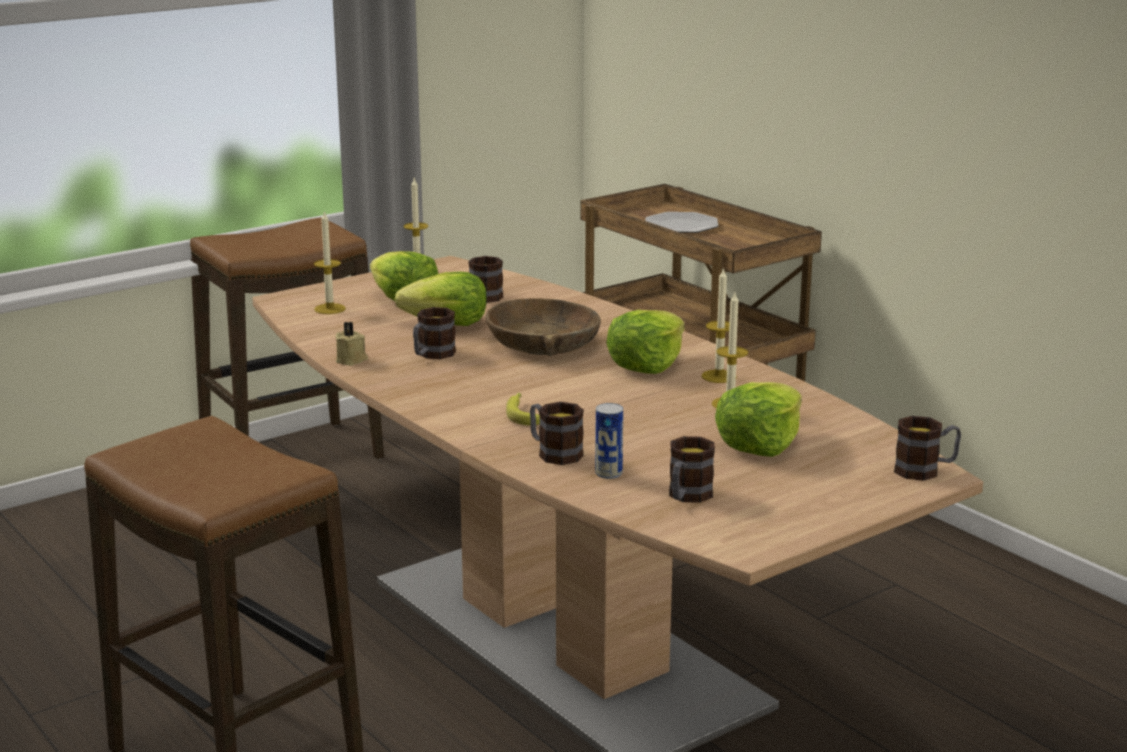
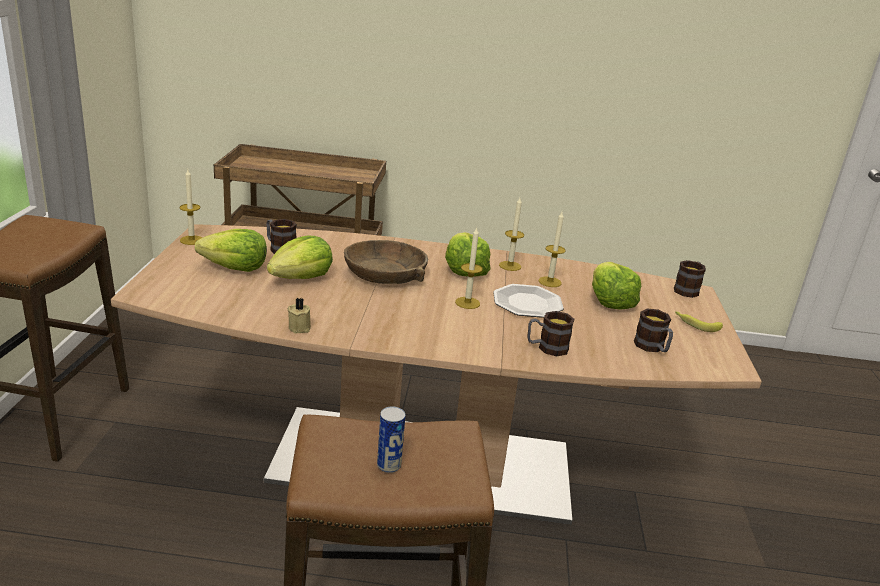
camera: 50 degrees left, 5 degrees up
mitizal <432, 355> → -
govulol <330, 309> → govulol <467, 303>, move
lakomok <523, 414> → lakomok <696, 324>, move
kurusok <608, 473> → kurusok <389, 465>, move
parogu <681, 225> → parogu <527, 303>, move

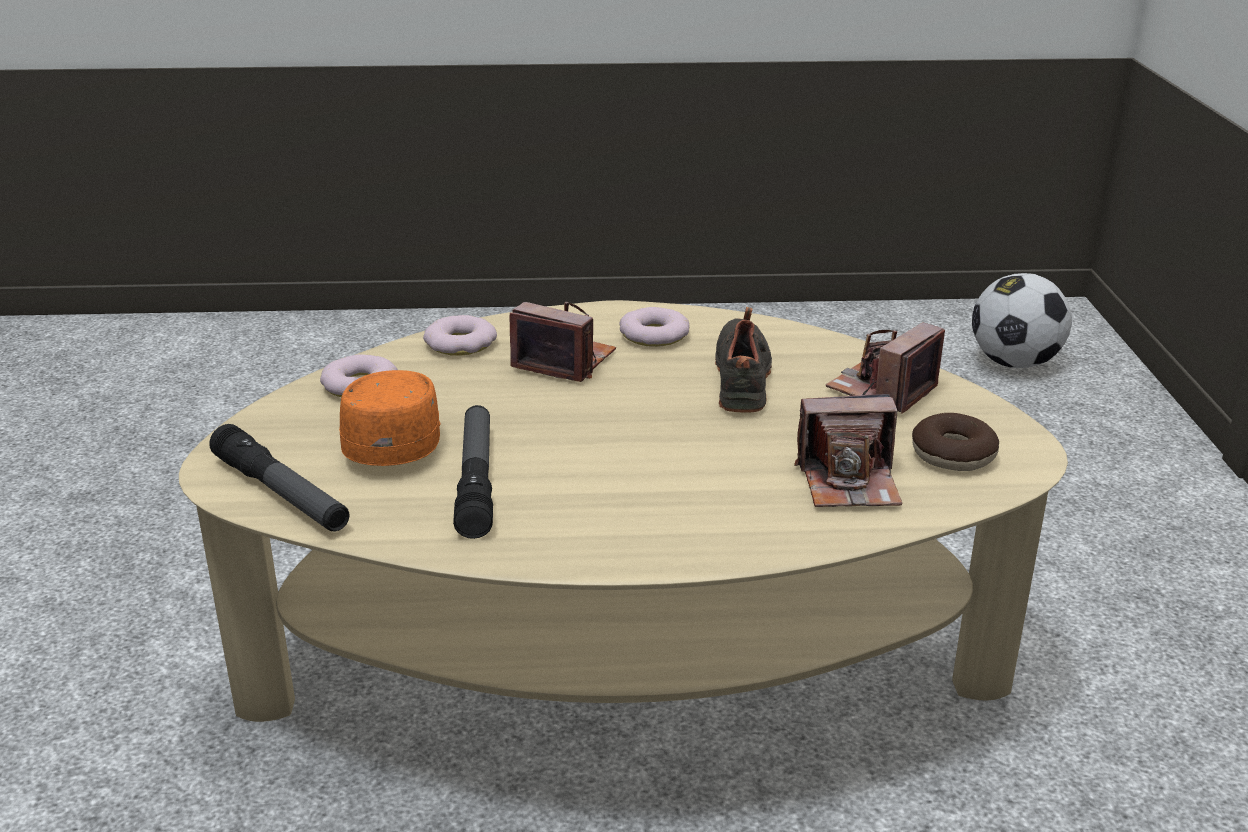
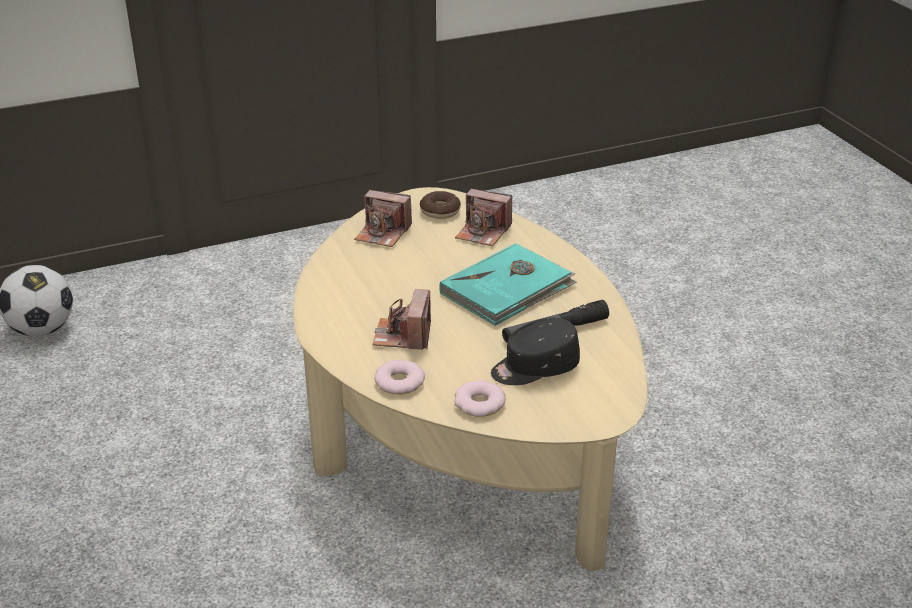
camera: 110 degrees left, 5 degrees up
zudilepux <281, 493> → -
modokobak <653, 334> → -
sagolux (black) <744, 379> → -
- → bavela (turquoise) <508, 289>
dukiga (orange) <395, 440> → dukiga (black) <534, 368>
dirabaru <849, 482> → dirabaru <483, 232>, 135 degrees clockwise

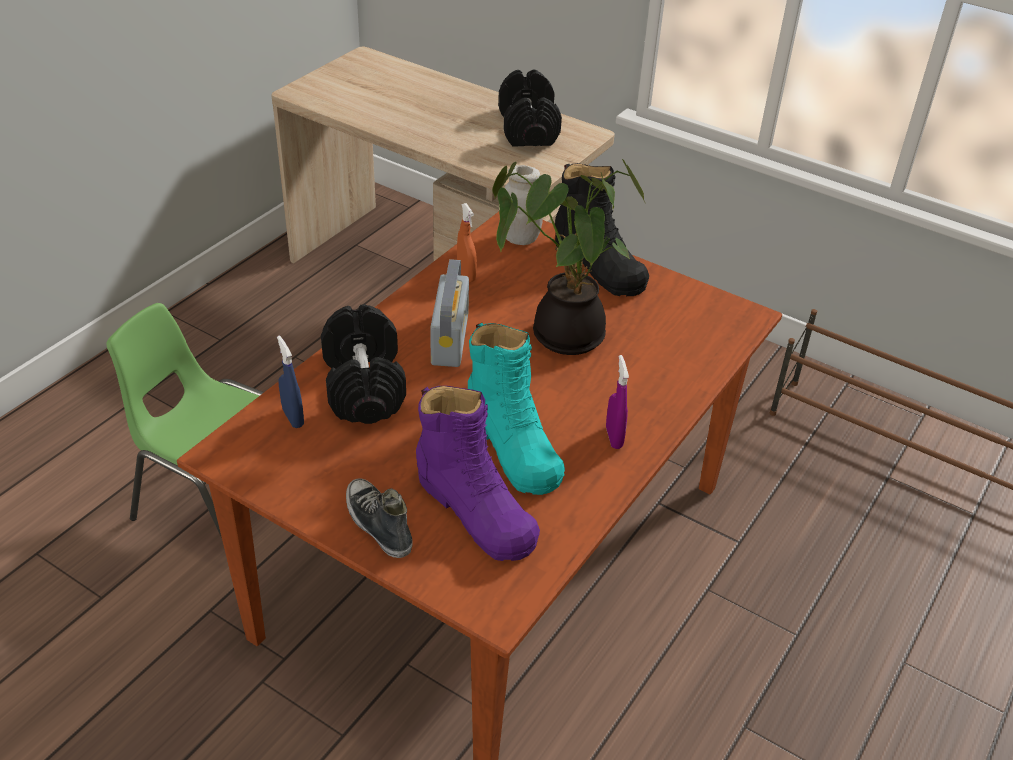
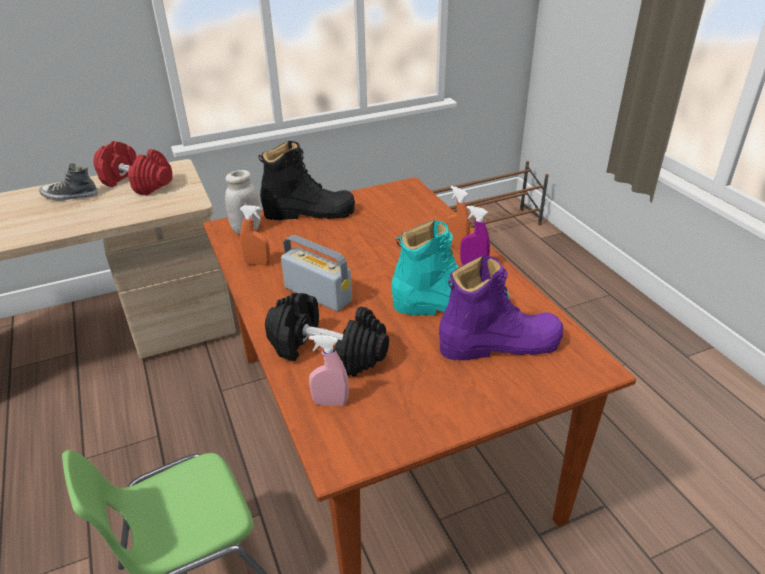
camera: 55 degrees left, 5 degrees down
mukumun <562, 334> → -
- → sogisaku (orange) <456, 246>
sagolux <378, 524> → sagolux <70, 196>, move
sogisaku (blue) <293, 418> → sogisaku (pink) <330, 402>
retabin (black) <528, 129> → retabin (red) <137, 183>

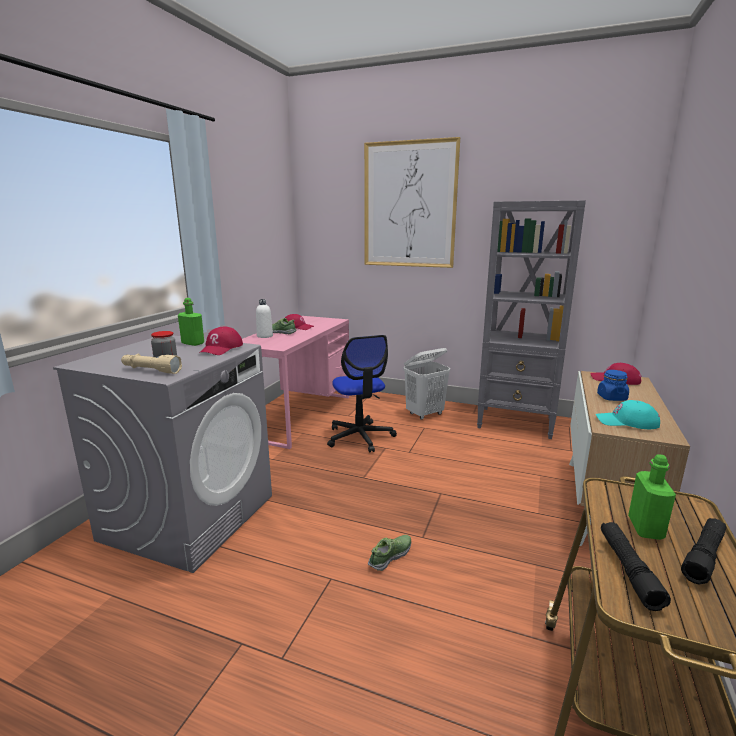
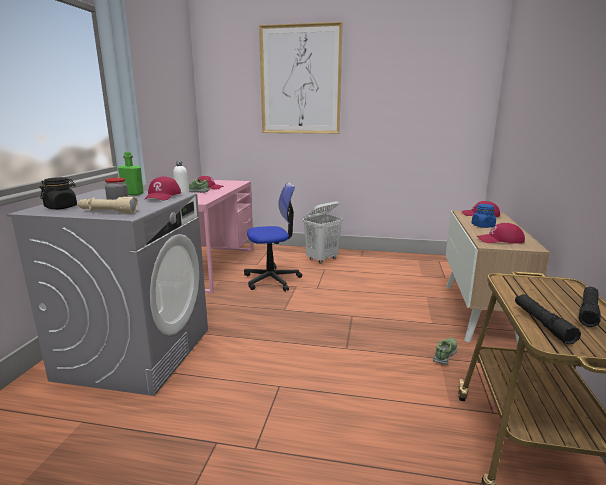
camera: 10 degrees left, 0 degrees up
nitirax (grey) <516, 422> → -
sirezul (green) <645, 528> → -
- → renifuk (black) <61, 207>
sagolux <390, 556> → sagolux <445, 354>, move
dukiga (turquoise) <627, 422> → dukiga (red) <500, 240>
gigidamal <360, 437> → gigidamal <272, 280>, 75 degrees counterclockwise

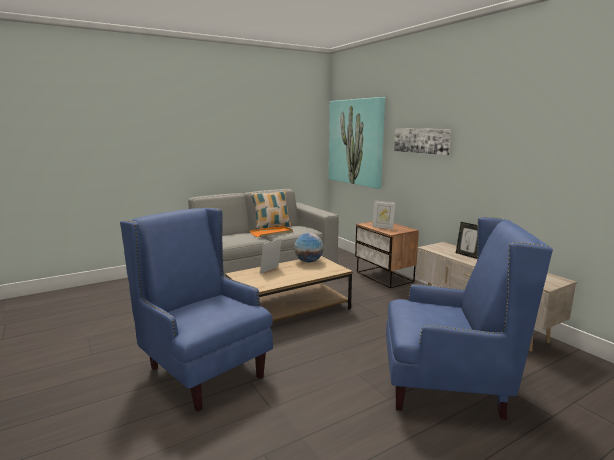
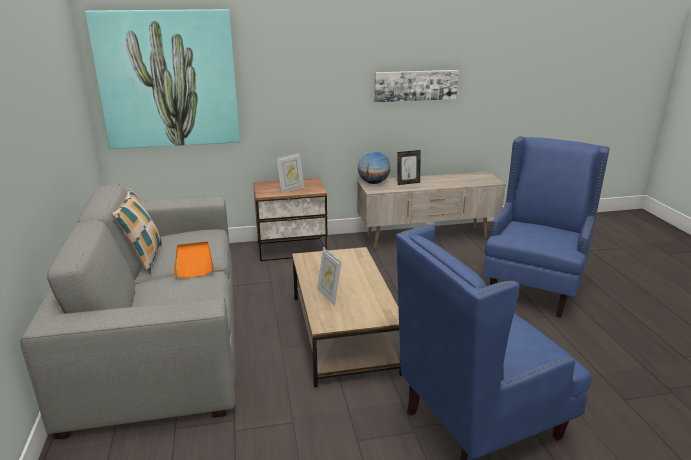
camera: 70 degrees left, 10 degrees up
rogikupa <308, 261> → rogikupa <373, 183>, move
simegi <421, 140> → simegi <415, 85>, move

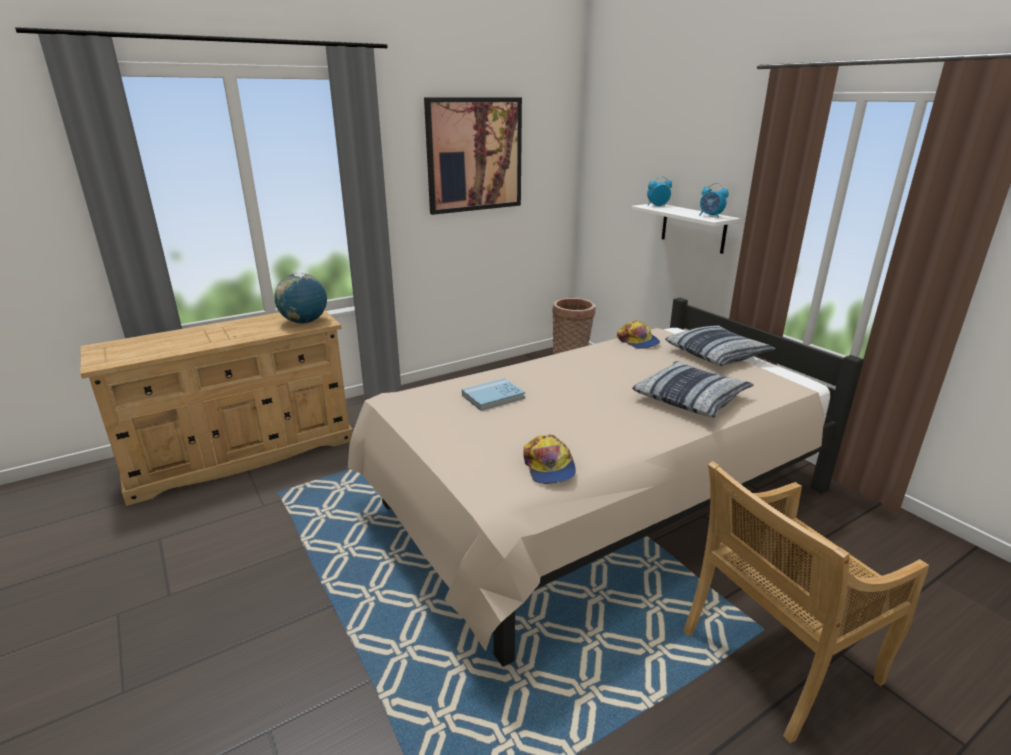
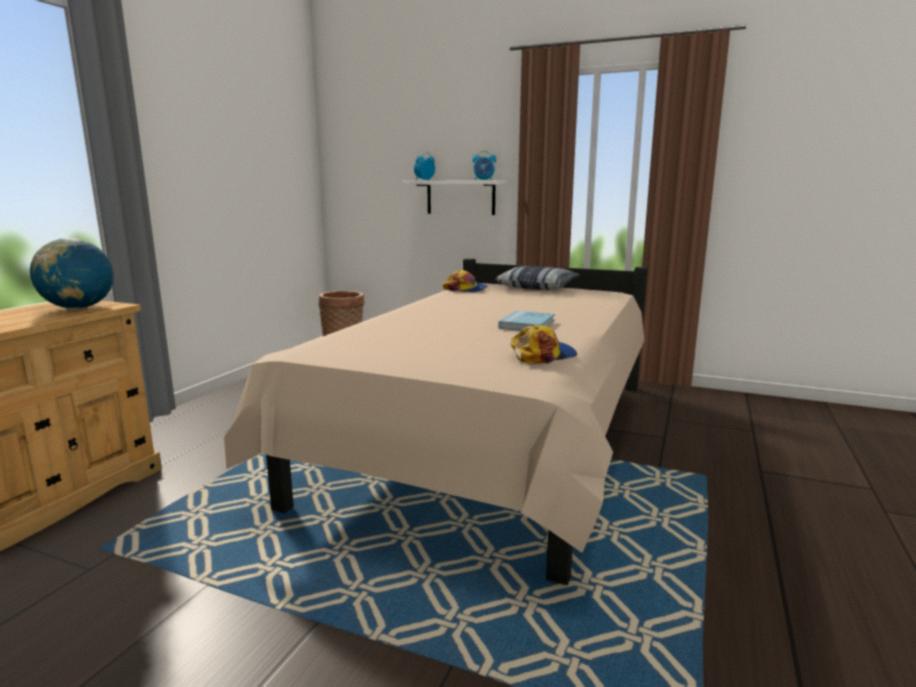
camera: 35 degrees left, 10 degrees down
simegi <474, 155> → -
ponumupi <691, 398> → -
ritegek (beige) <777, 658> → -
bavela (blue) <493, 397> → bavela (blue) <527, 324>, move
dukiga <549, 467> → dukiga <542, 355>, 75 degrees counterclockwise

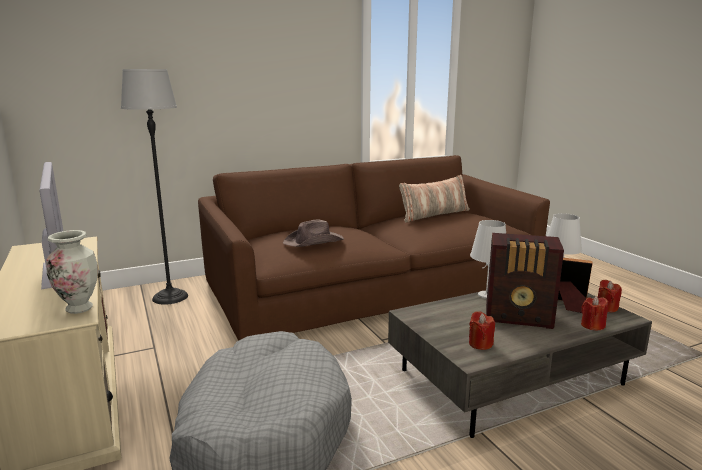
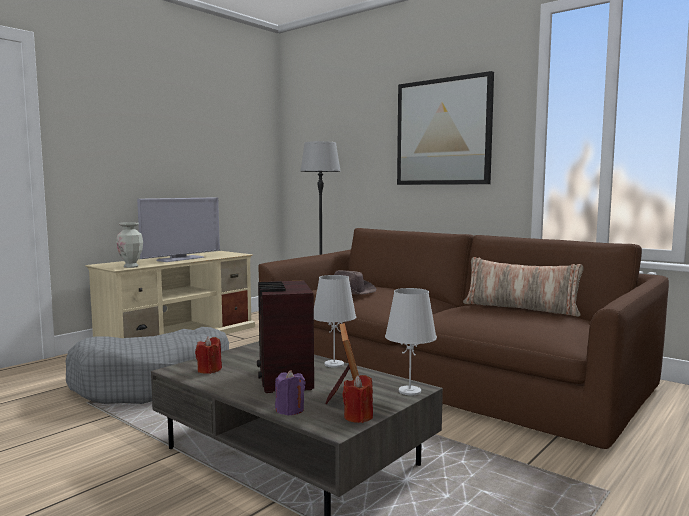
camera: 65 degrees right, 10 degrees down
- → simegi <443, 132>
govulol (red) <592, 326> → govulol (purple) <290, 410>

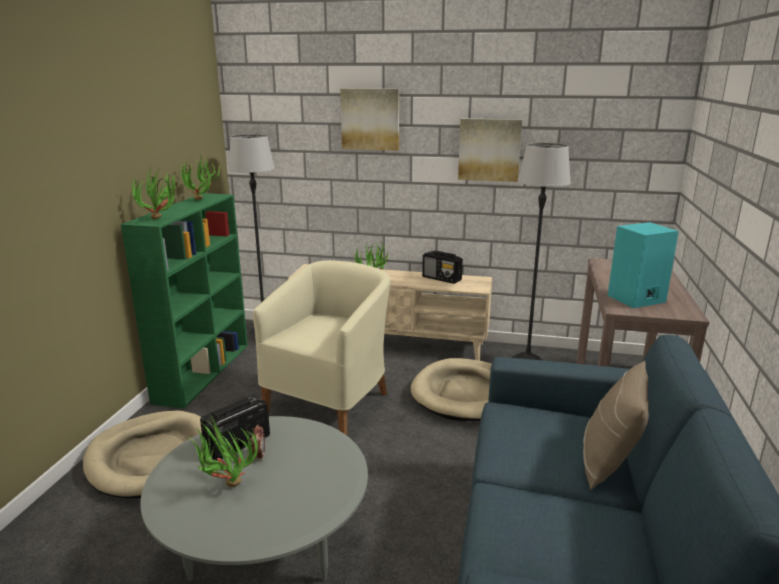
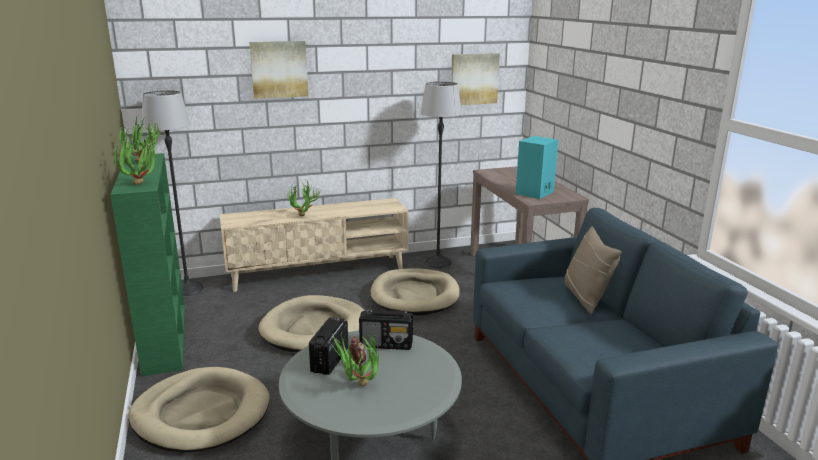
camera: 30 degrees left, 0 degrees up
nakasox <442, 279> → nakasox <386, 344>, move
simegi <489, 149> → simegi <474, 79>, move
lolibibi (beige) <331, 401> → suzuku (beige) <314, 328>

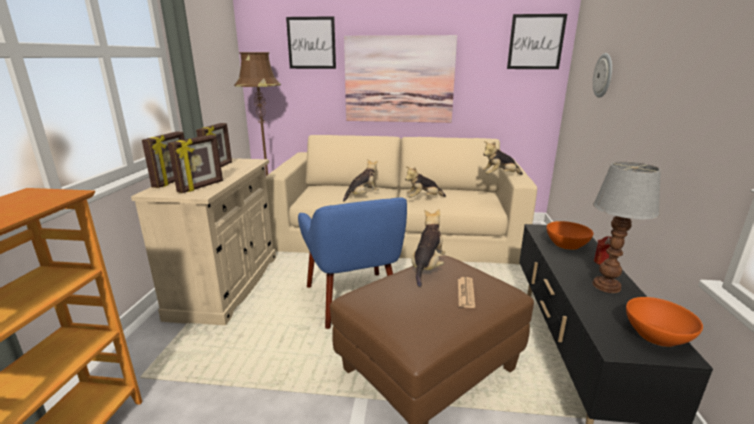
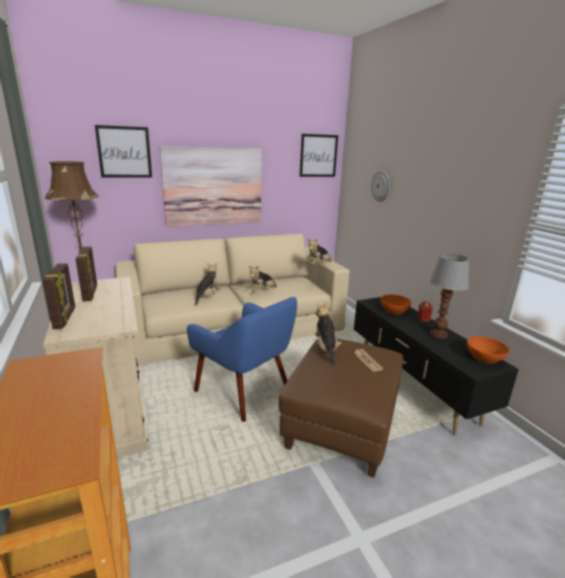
camera: 30 degrees left, 0 degrees up
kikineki <201, 187> → -

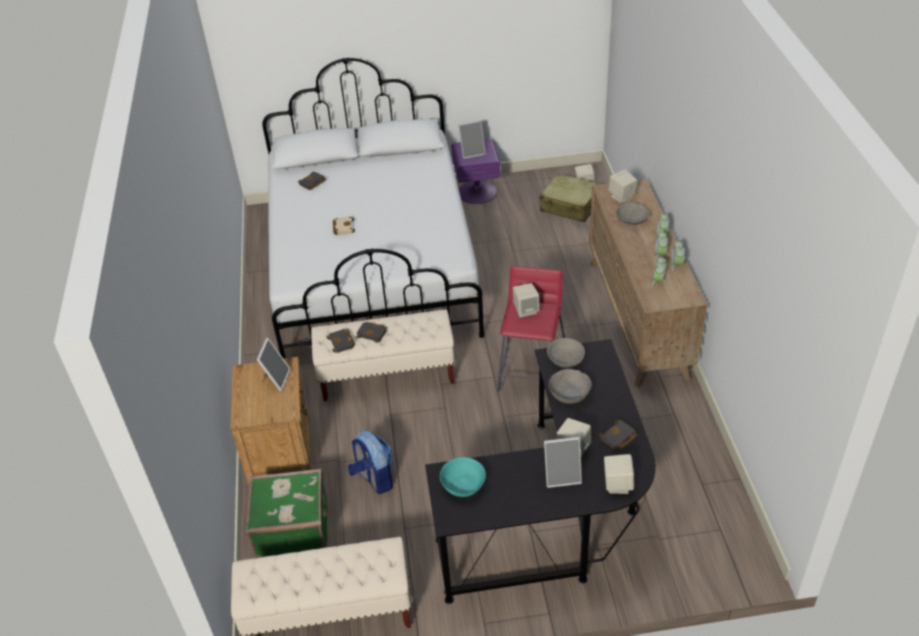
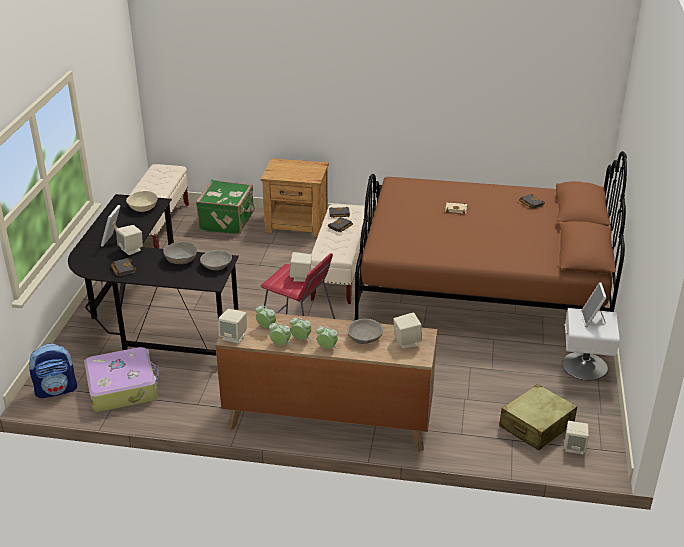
camera: 105 degrees right, 10 degrees down
kikineki <275, 379> → -
- → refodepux <123, 387>
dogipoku <374, 478> → dogipoku <57, 390>, move
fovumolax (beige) <617, 484> → fovumolax (beige) <234, 337>, move
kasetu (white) <374, 266> → kasetu (brown) <482, 286>
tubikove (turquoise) <463, 484> → tubikove (beige) <143, 207>
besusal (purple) <477, 191> → besusal (white) <585, 366>

